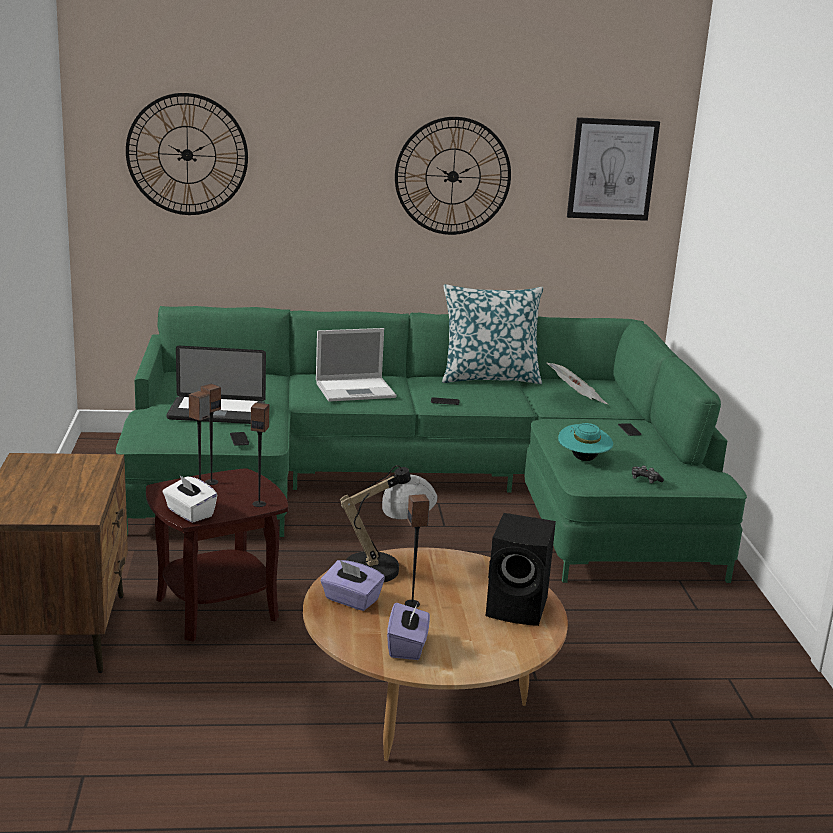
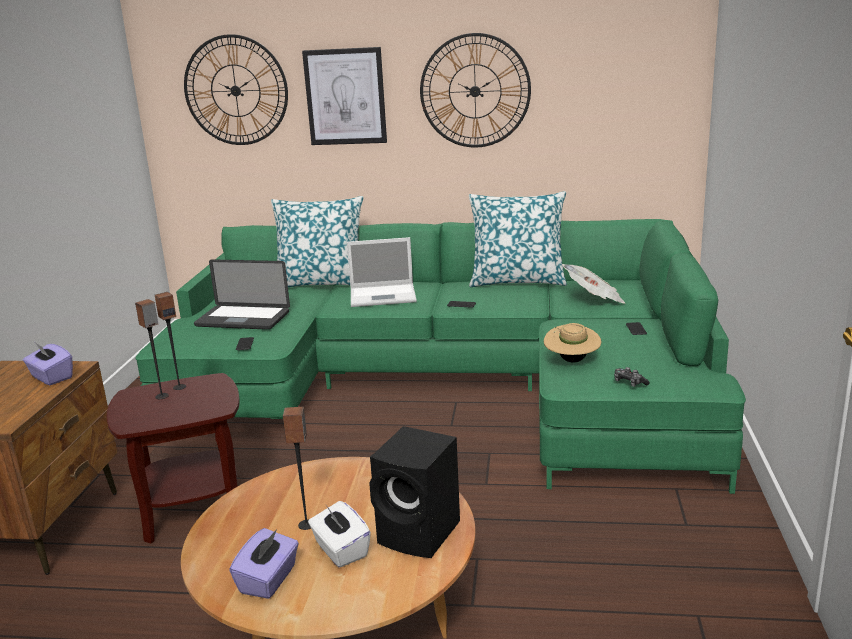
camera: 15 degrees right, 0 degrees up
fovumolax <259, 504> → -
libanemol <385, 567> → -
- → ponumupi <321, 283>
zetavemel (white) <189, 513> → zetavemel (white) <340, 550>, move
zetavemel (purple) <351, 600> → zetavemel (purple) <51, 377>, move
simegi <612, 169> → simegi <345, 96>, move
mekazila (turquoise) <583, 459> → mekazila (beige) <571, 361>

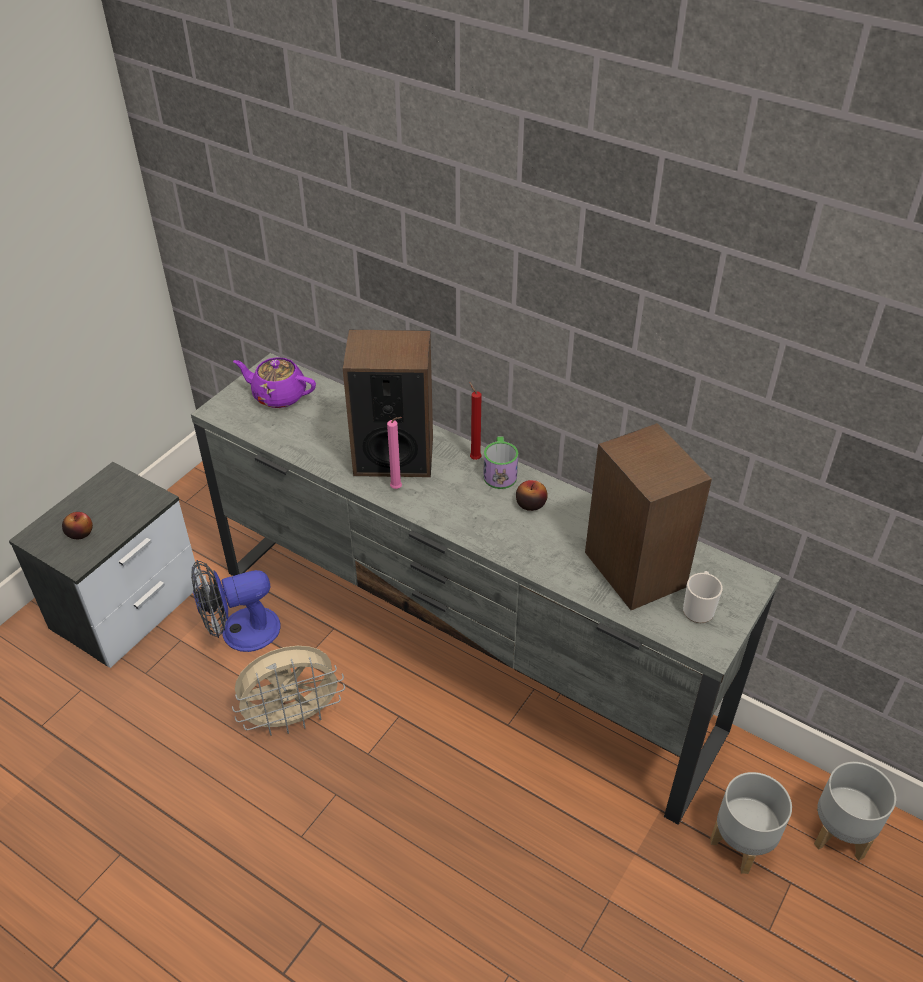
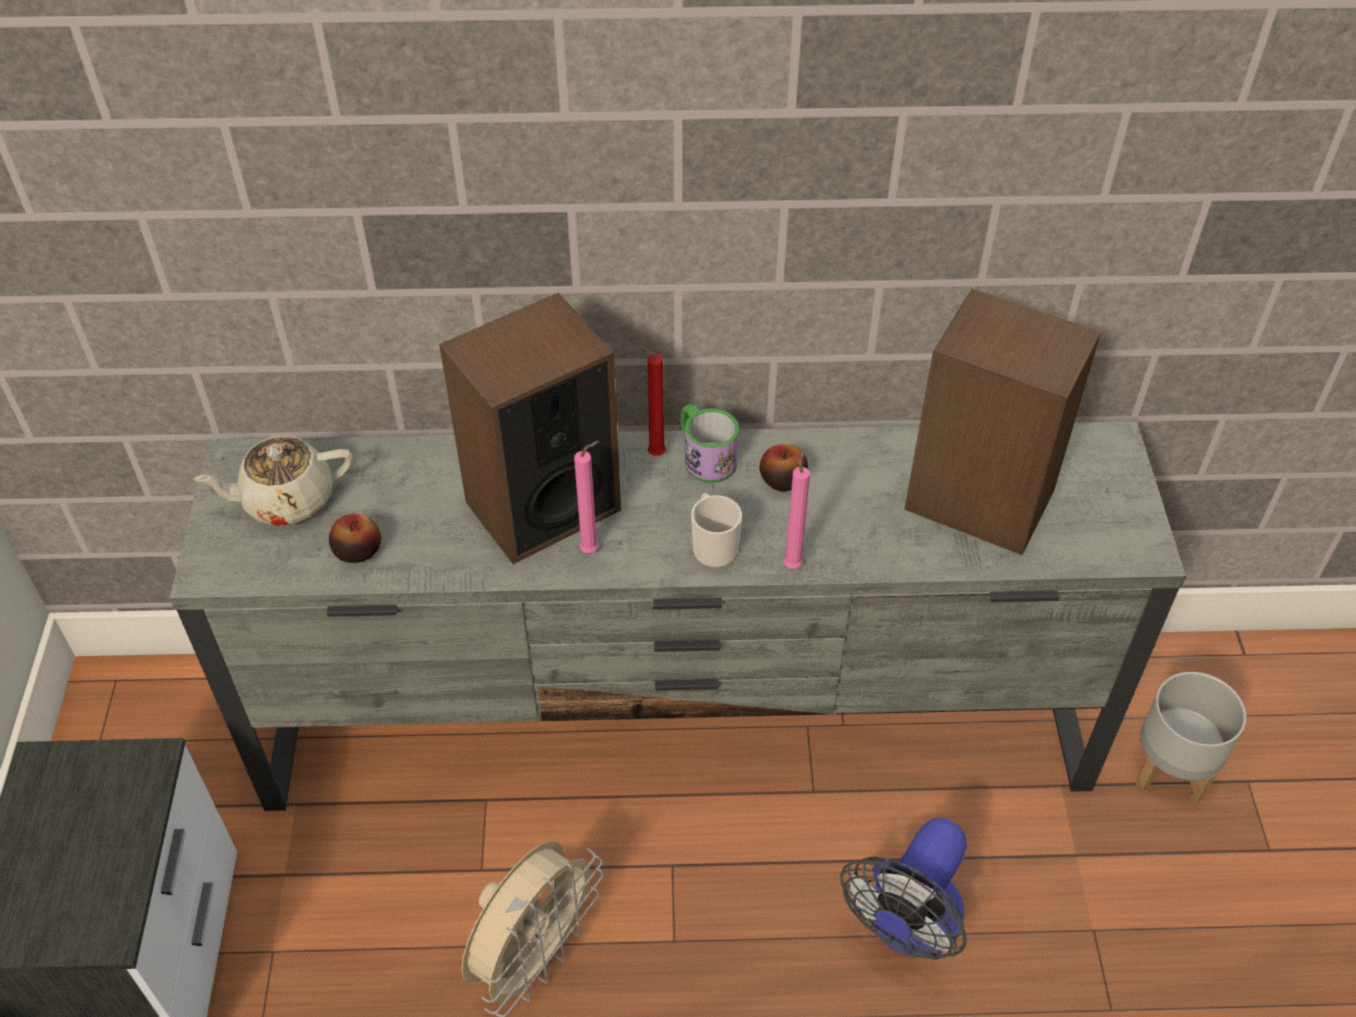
camera: 35 degrees left, 5 degrees up
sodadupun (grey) <838, 833> → -
- → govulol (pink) <793, 563>
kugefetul <80, 533> → kugefetul <357, 550>, move
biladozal <240, 632> → biladozal <907, 927>, move
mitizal <698, 608> → mitizal <713, 547>, move
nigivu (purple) <278, 395> → nigivu (beige) <286, 500>

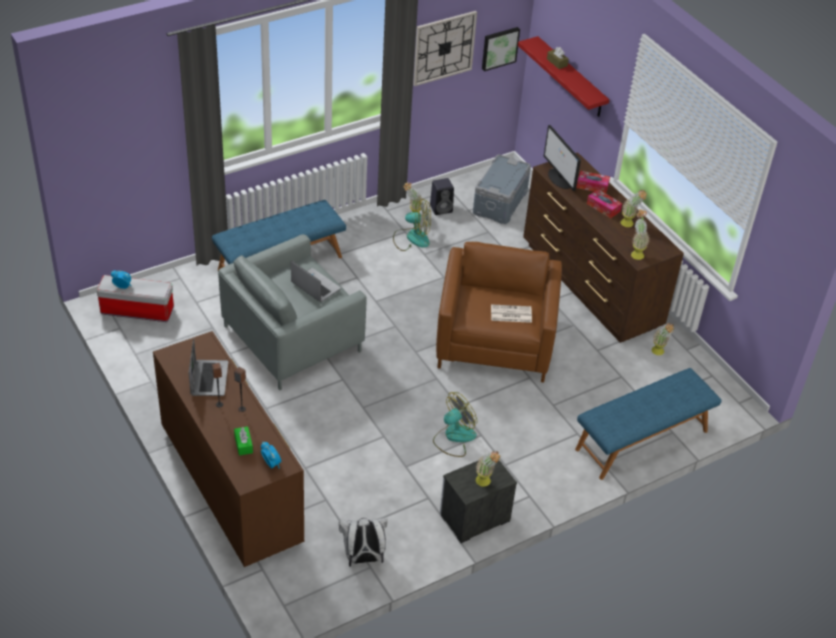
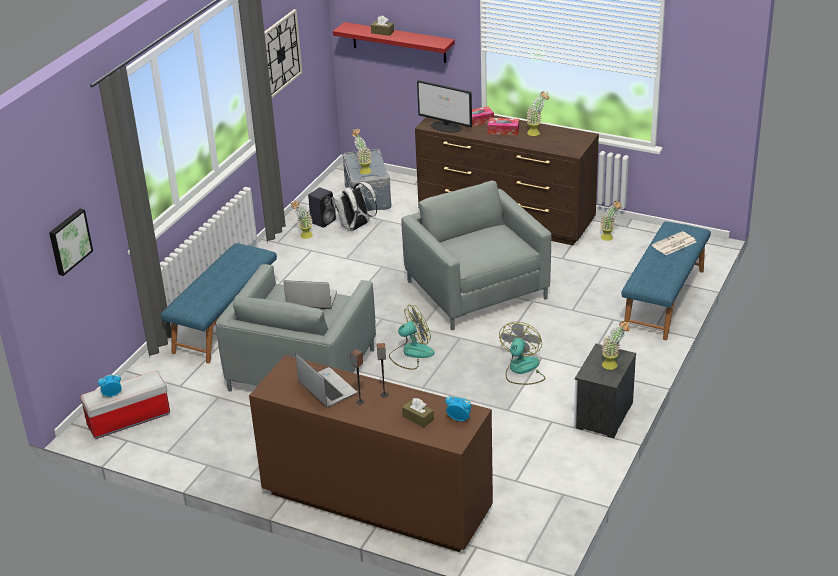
camera: 30 degrees left, 10 degrees down
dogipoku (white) <363, 558> → dogipoku (white) <355, 227>, move
biladozal <412, 238> → biladozal <411, 353>, move
simegi <499, 48> → simegi <69, 241>, move
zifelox <510, 314> → zifelox <673, 244>, move
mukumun <636, 253> → mukumun <363, 170>, move
zetavemel (green) <243, 444> → zetavemel (brown) <418, 418>
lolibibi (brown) <495, 341> → lolibibi (grey) <476, 290>

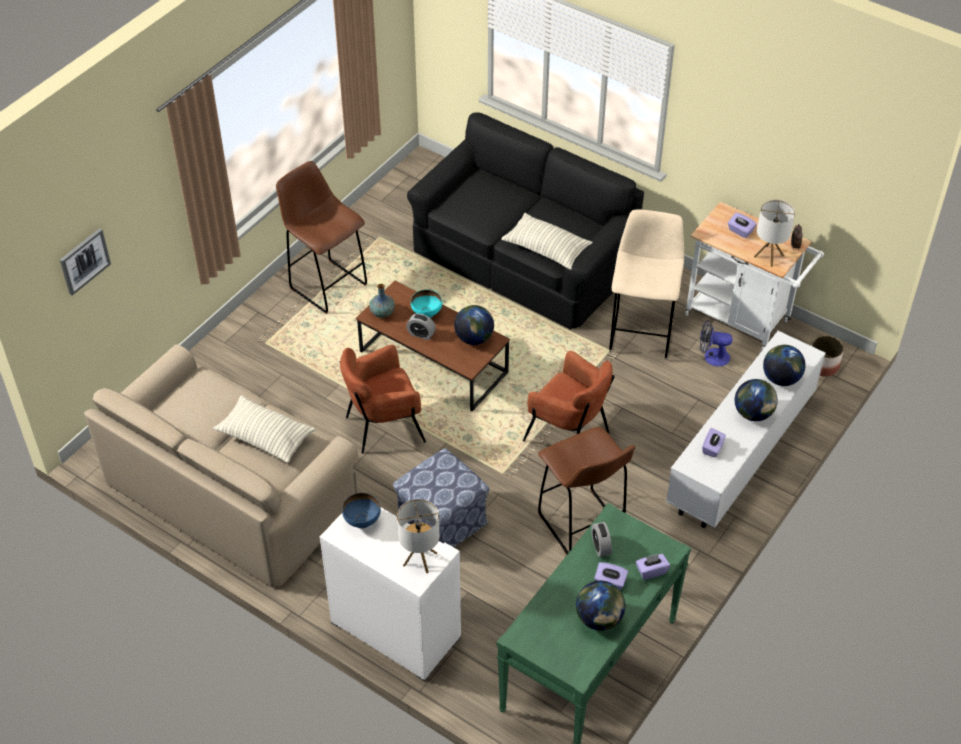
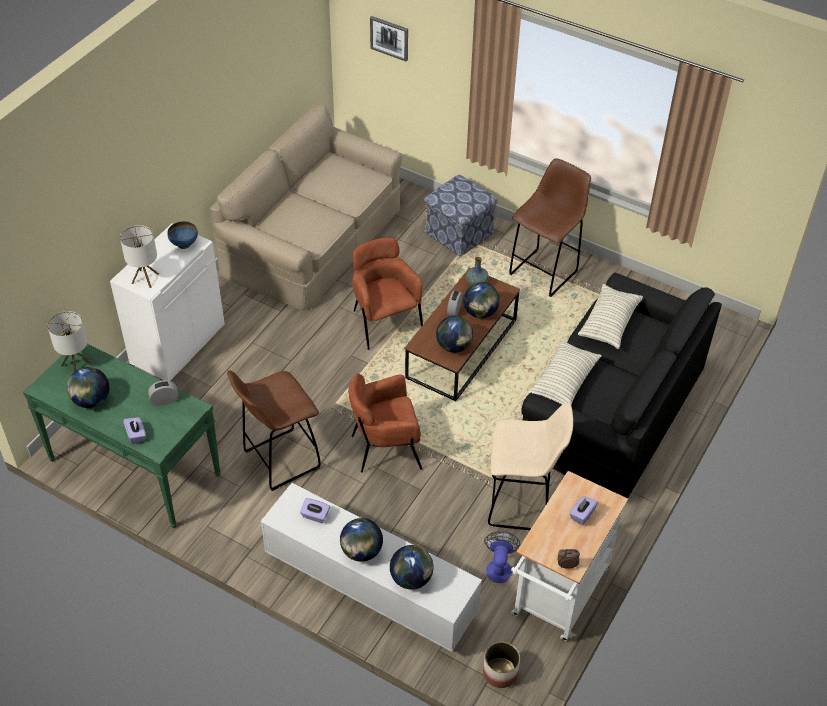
camera: 85 degrees right, 0 degrees up
zetavemel (purple) <610, 582> → -
ponumupi <265, 437> → ponumupi <609, 323>, move
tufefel <441, 522> → tufefel <458, 233>, move
libanemol <769, 256> → libanemol <76, 364>, move
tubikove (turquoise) <427, 313> → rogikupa <480, 312>
lolibibi (brown) <568, 433> → lolibibi (brown) <385, 448>, 45 degrees clockwise

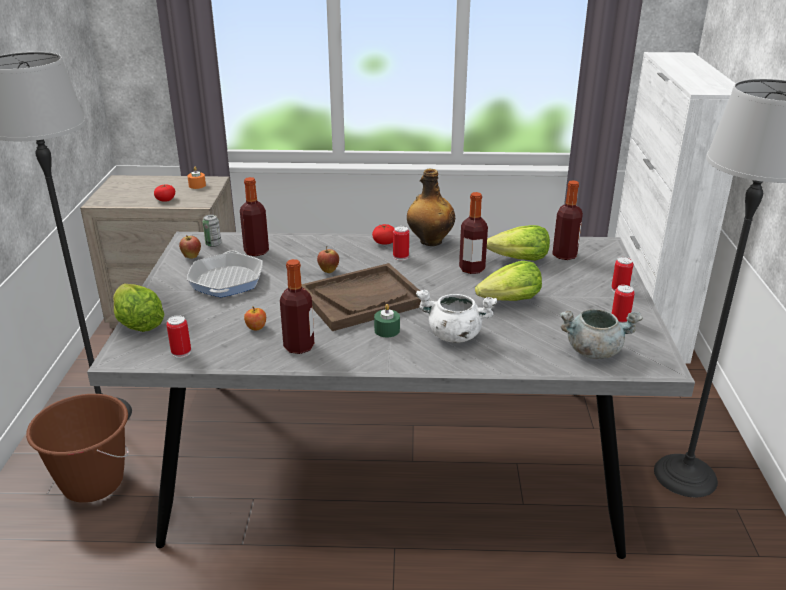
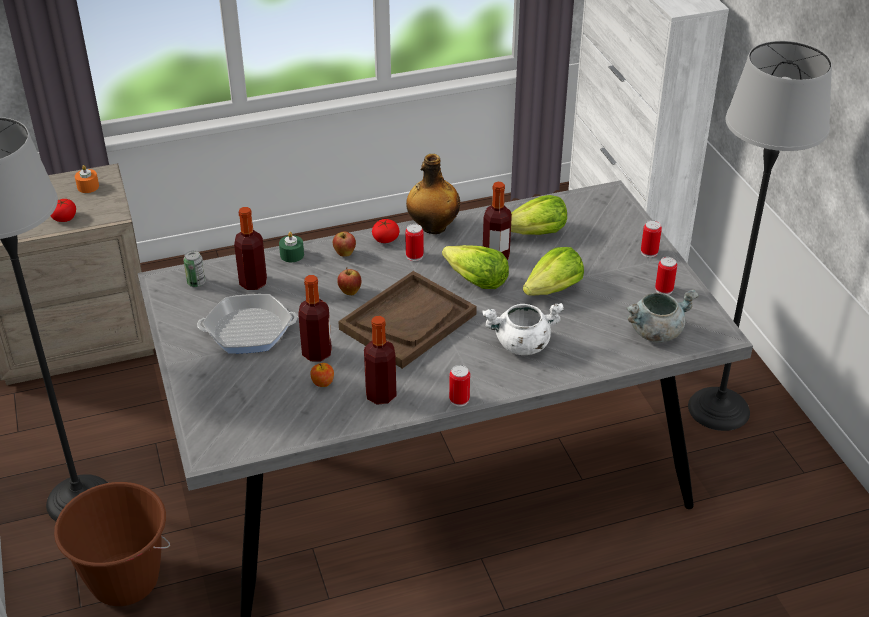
camera: 20 degrees left, 10 degrees up
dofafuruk <138, 322> → dofafuruk <475, 281>, move
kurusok <181, 352> → kurusok <459, 400>, move
kugefetul <191, 257> → kugefetul <345, 254>, move
govulol (green) <387, 330> → govulol (green) <292, 255>, move
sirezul <564, 255> → sirezul <317, 353>, move
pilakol <226, 280> → pilakol <248, 330>, 105 degrees clockwise

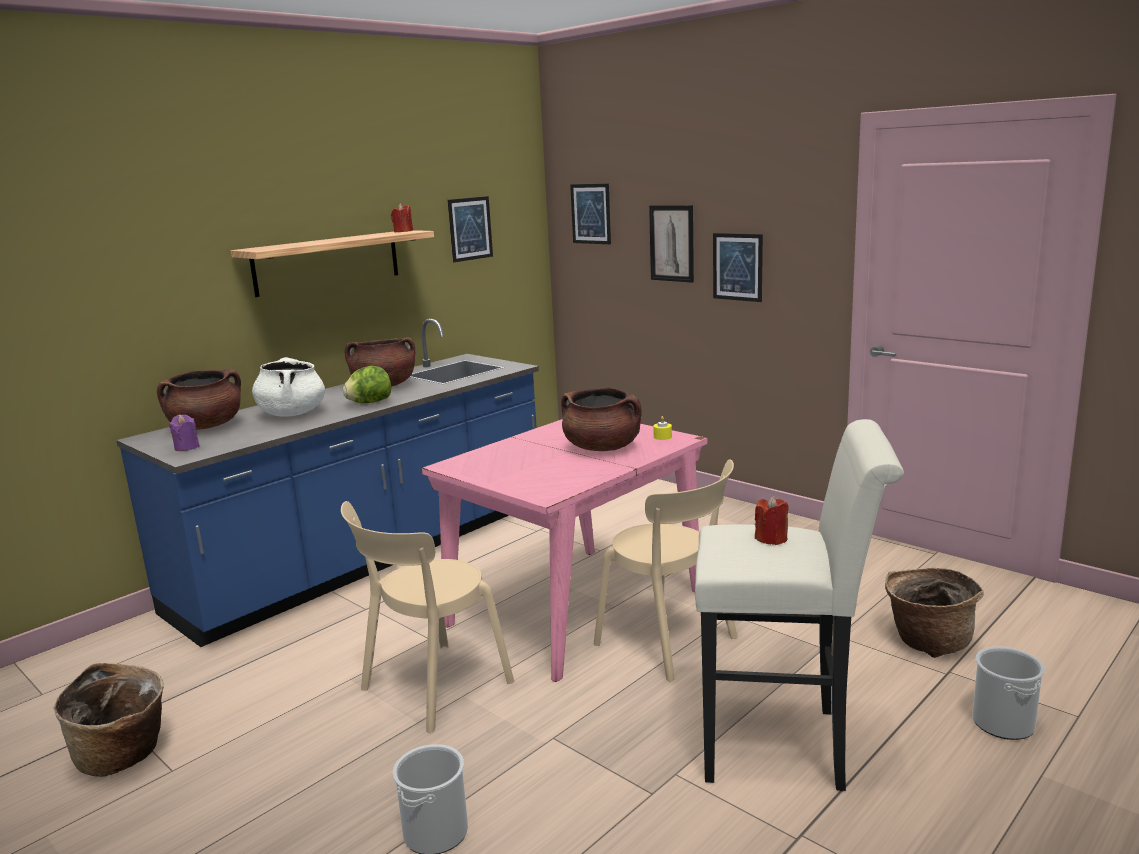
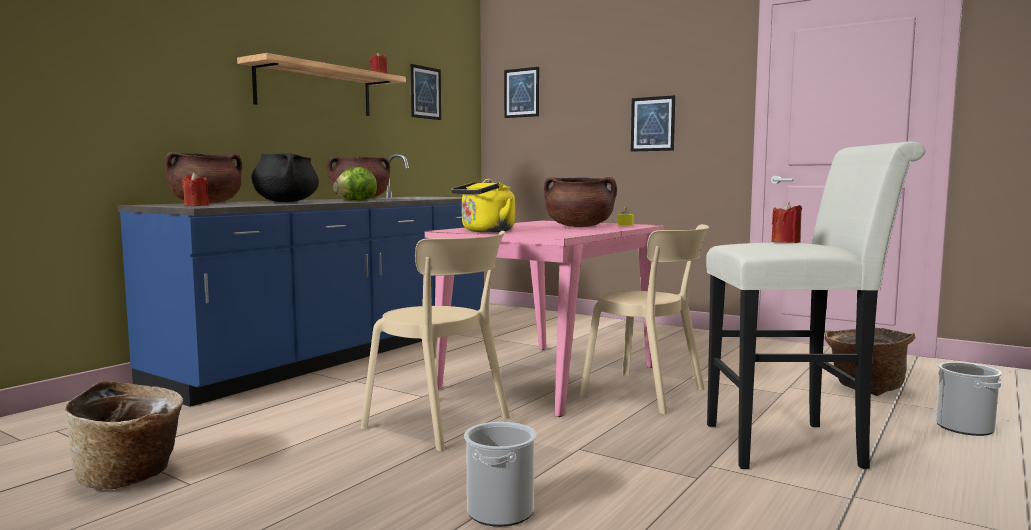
camera: 10 degrees left, 10 degrees down
simegi <671, 243> → -
- → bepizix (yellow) <485, 231>
govulol (purple) <187, 447> → govulol (red) <196, 205>
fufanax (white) <292, 413> → fufanax (black) <286, 202>
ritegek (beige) <431, 688> → ritegek (beige) <442, 424>, 90 degrees counterclockwise

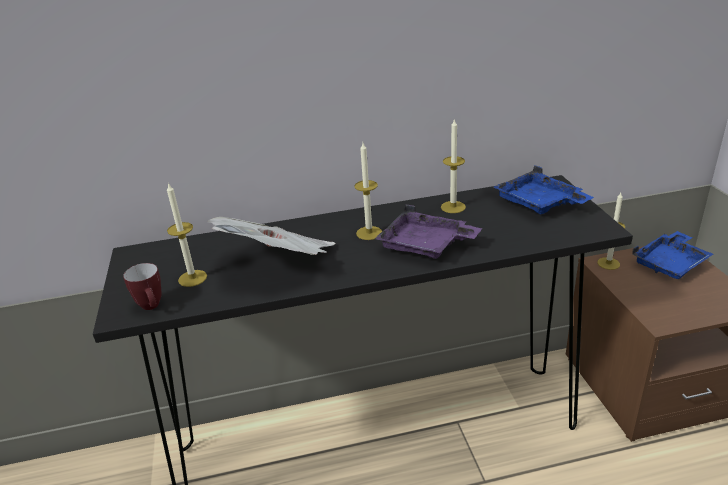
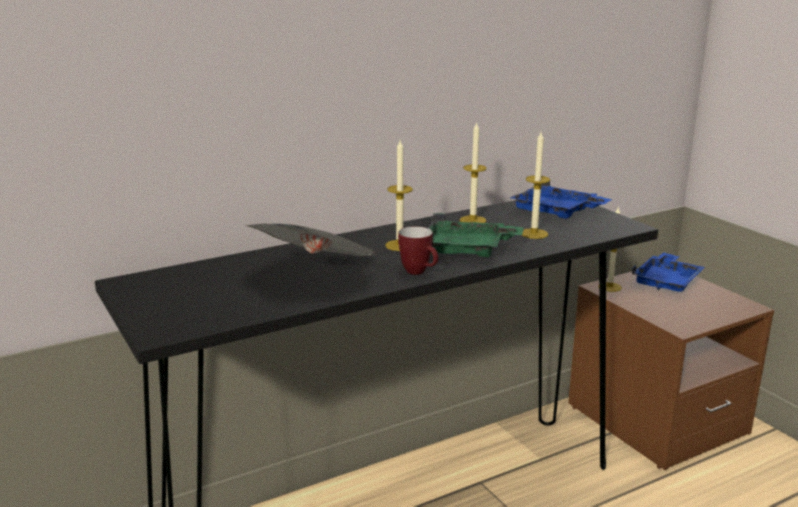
camera: 20 degrees left, 10 degrees down
mitizal <152, 307> → mitizal <419, 272>, move
govulol <192, 278> → govulol <534, 233>, move
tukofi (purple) <425, 245> → tukofi (green) <467, 250>

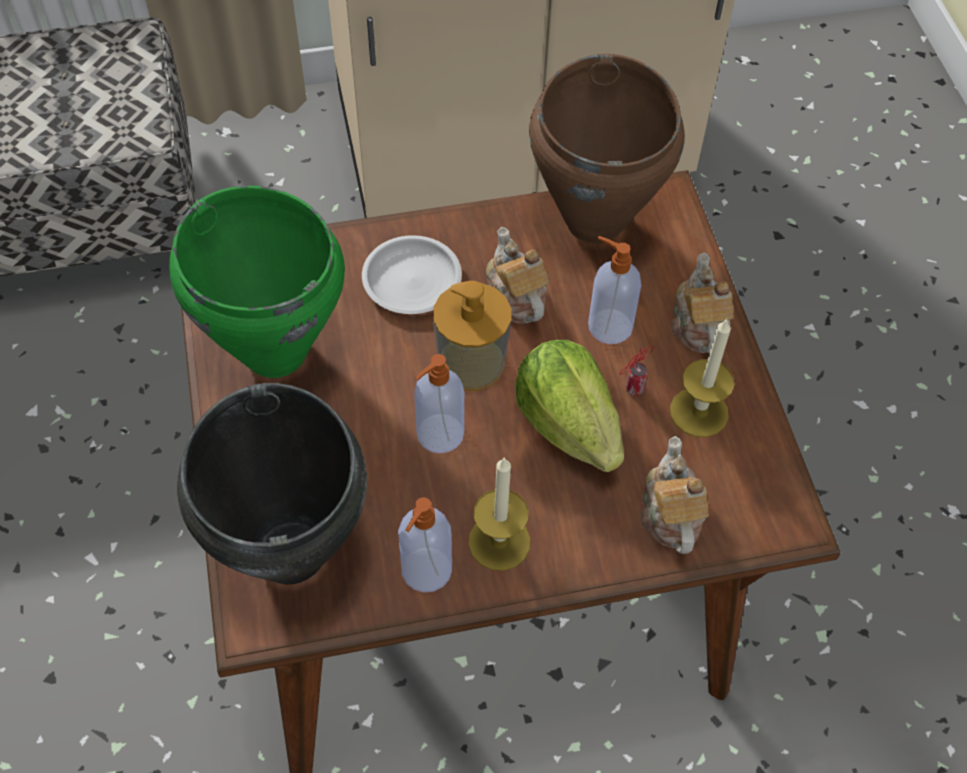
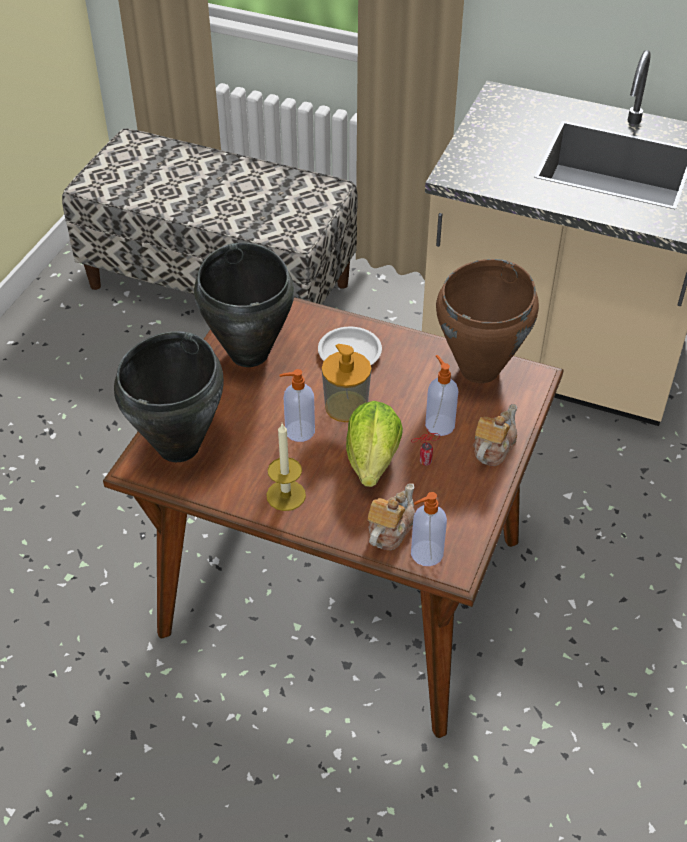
camera: 35 degrees right, 10 degrees down
nigivu <515, 297> → -
govulol <699, 412> → -
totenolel <425, 571> → totenolel <425, 554>, move
fufanax (green) <275, 351> → fufanax (black) <250, 353>

